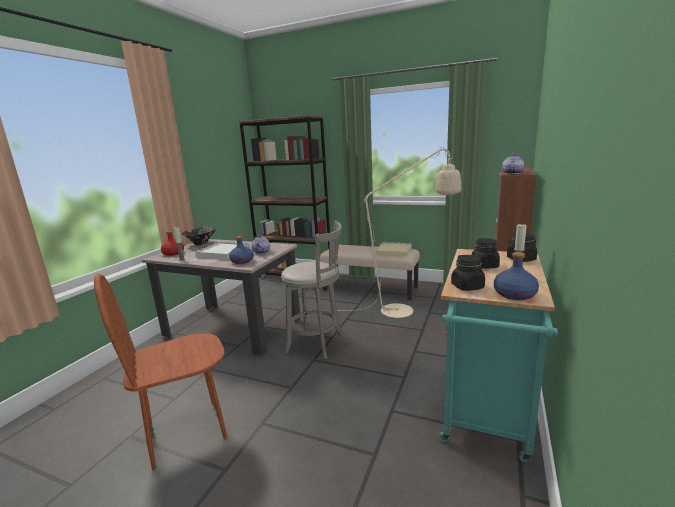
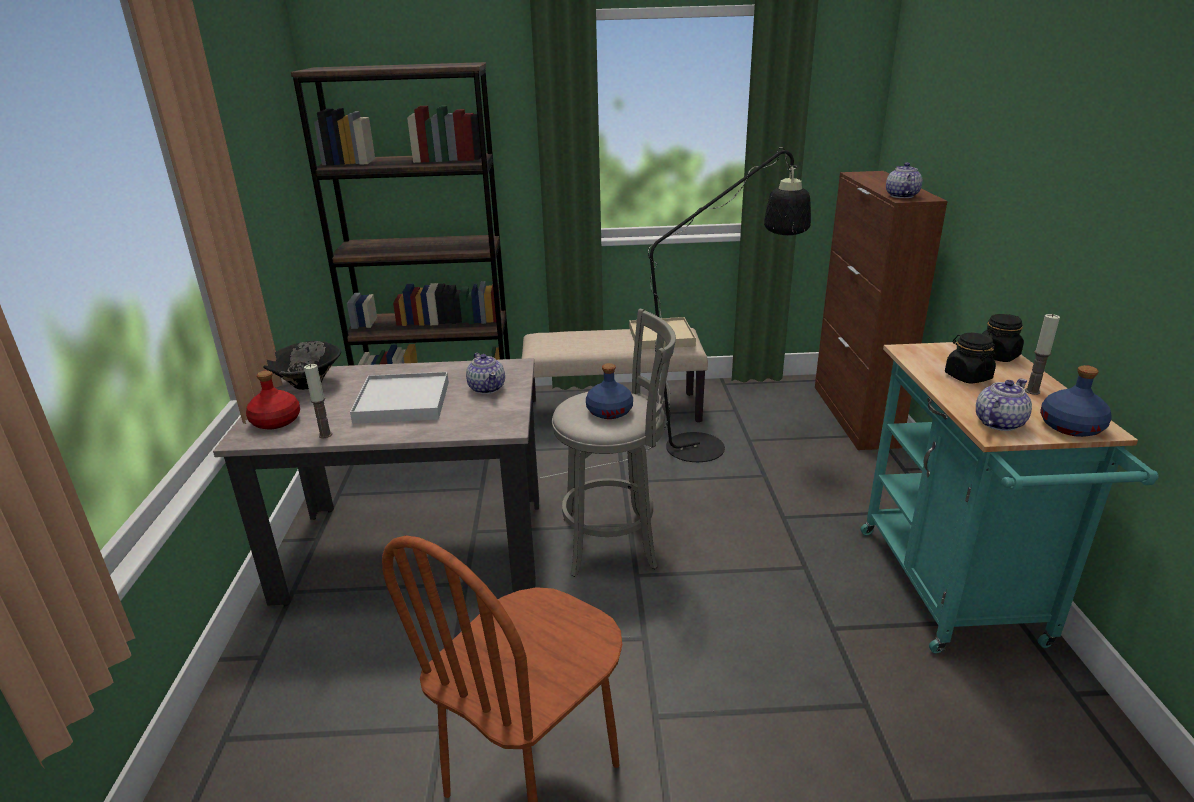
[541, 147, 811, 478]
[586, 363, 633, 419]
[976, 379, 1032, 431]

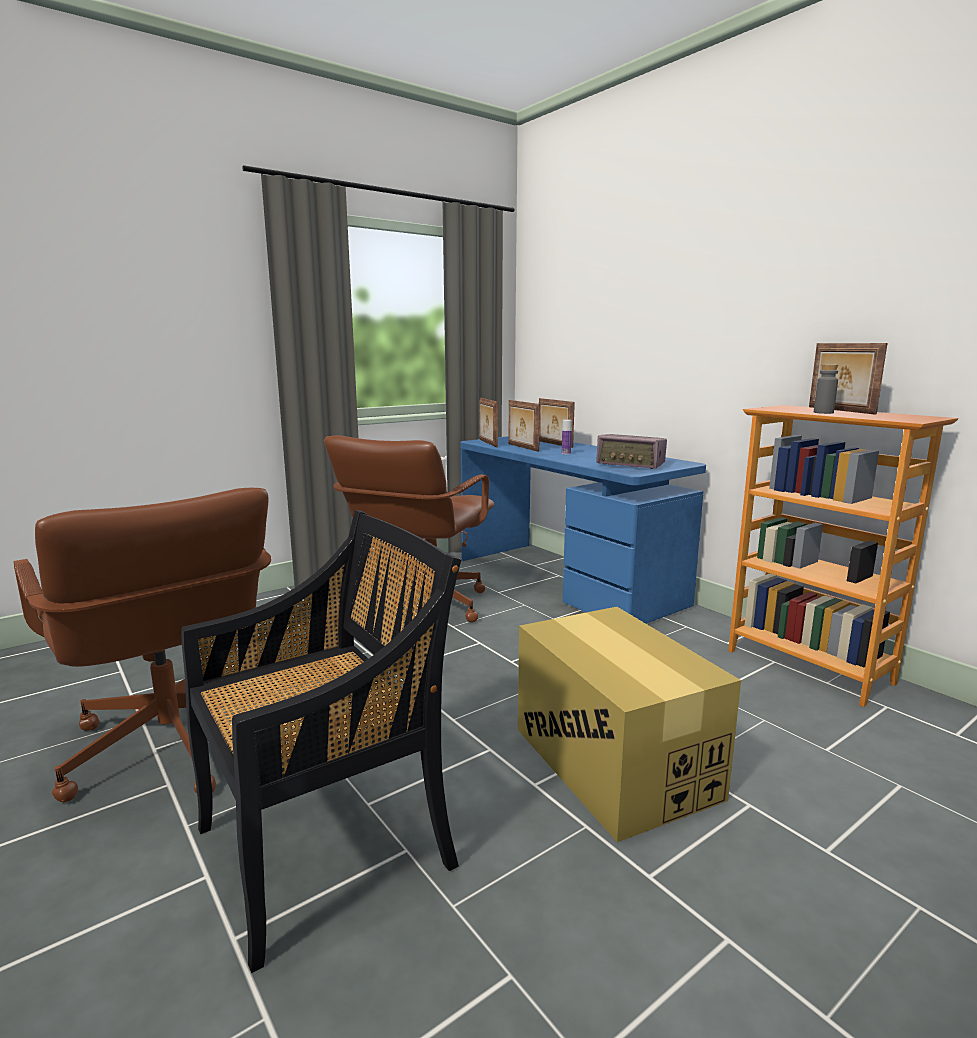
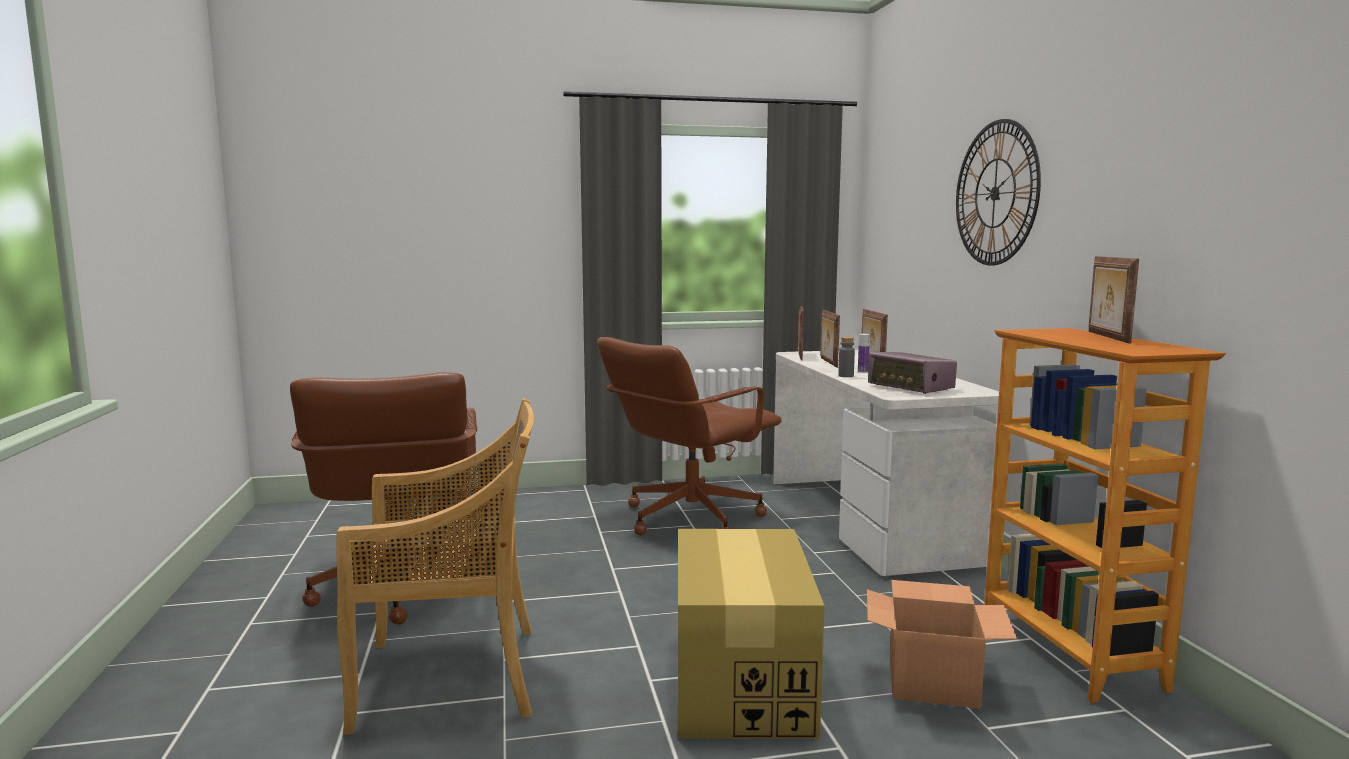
[838, 337, 855, 377]
[773, 350, 999, 576]
[336, 398, 534, 735]
[956, 119, 1041, 266]
[867, 580, 1017, 709]

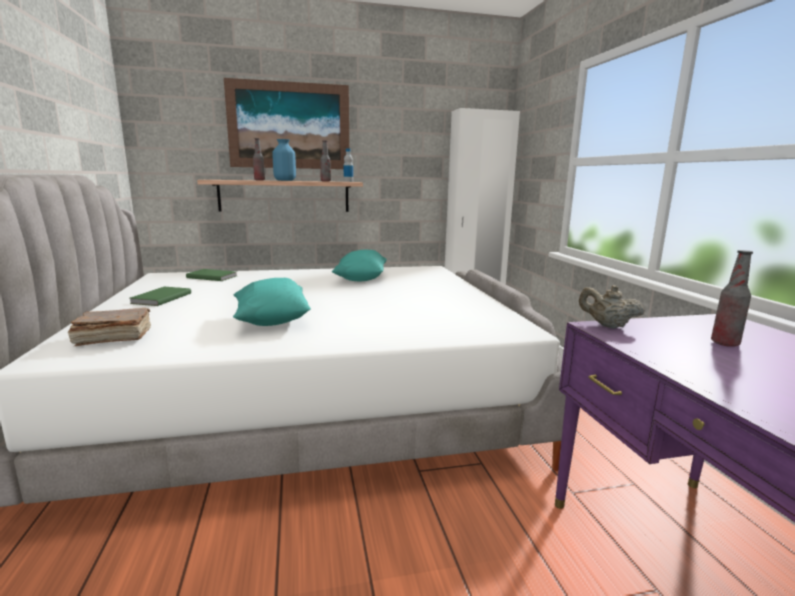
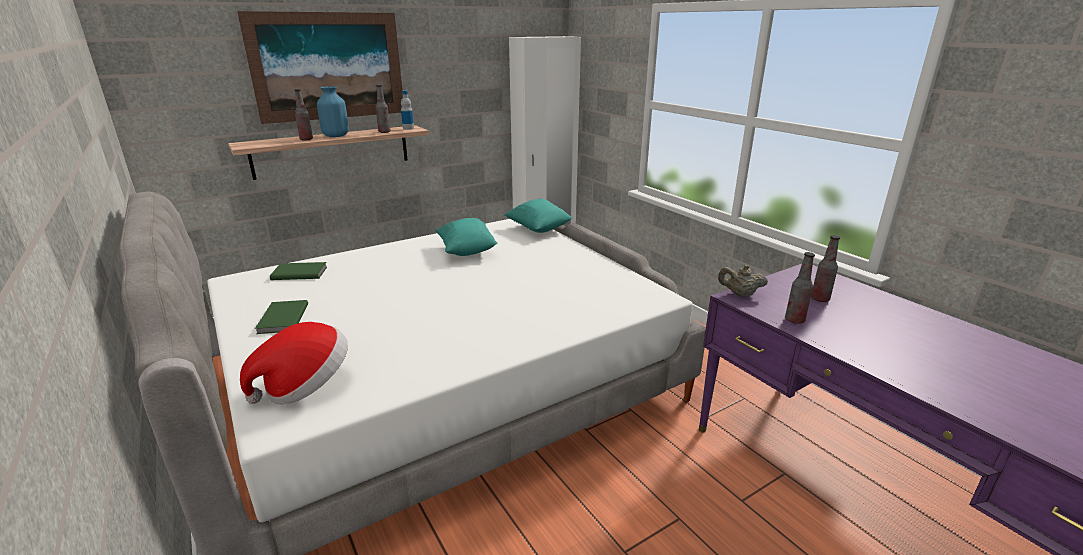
[504, 199, 572, 233]
[240, 322, 348, 405]
[785, 252, 815, 324]

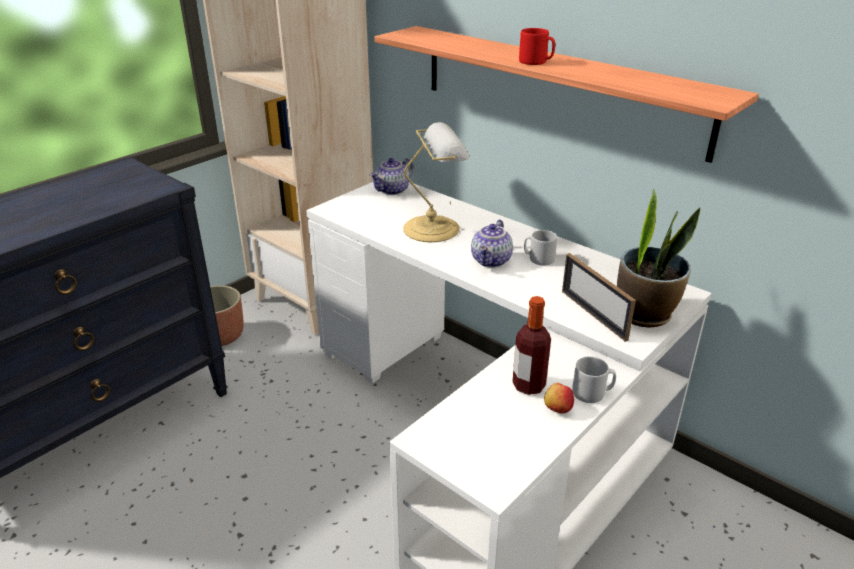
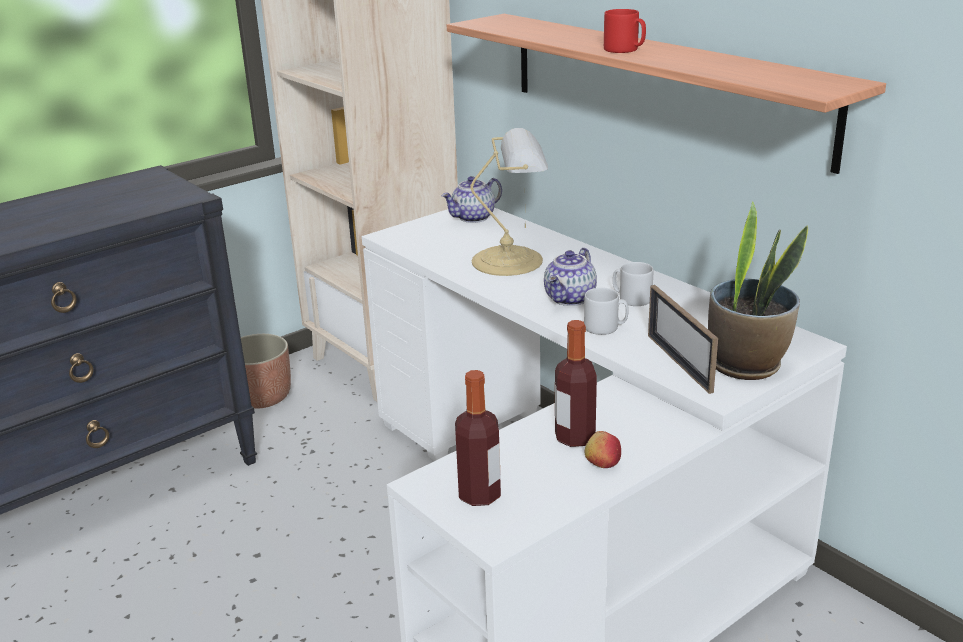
[584, 288, 629, 335]
[455, 370, 501, 506]

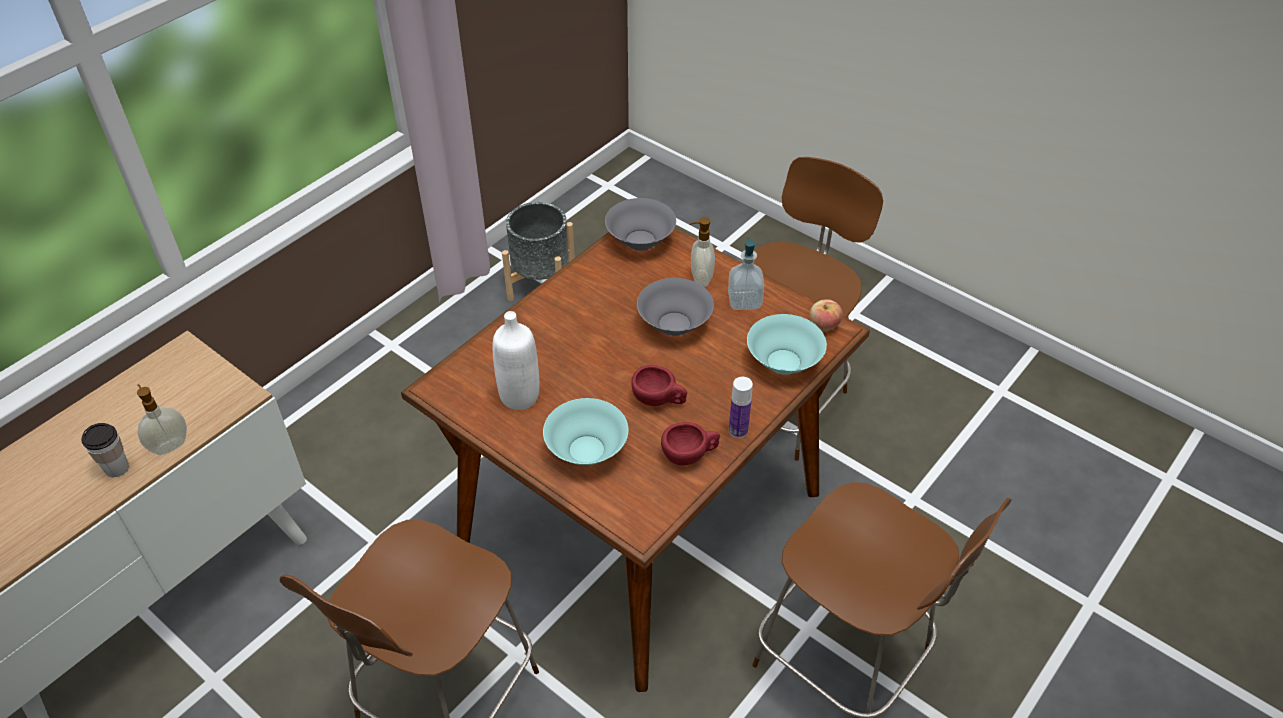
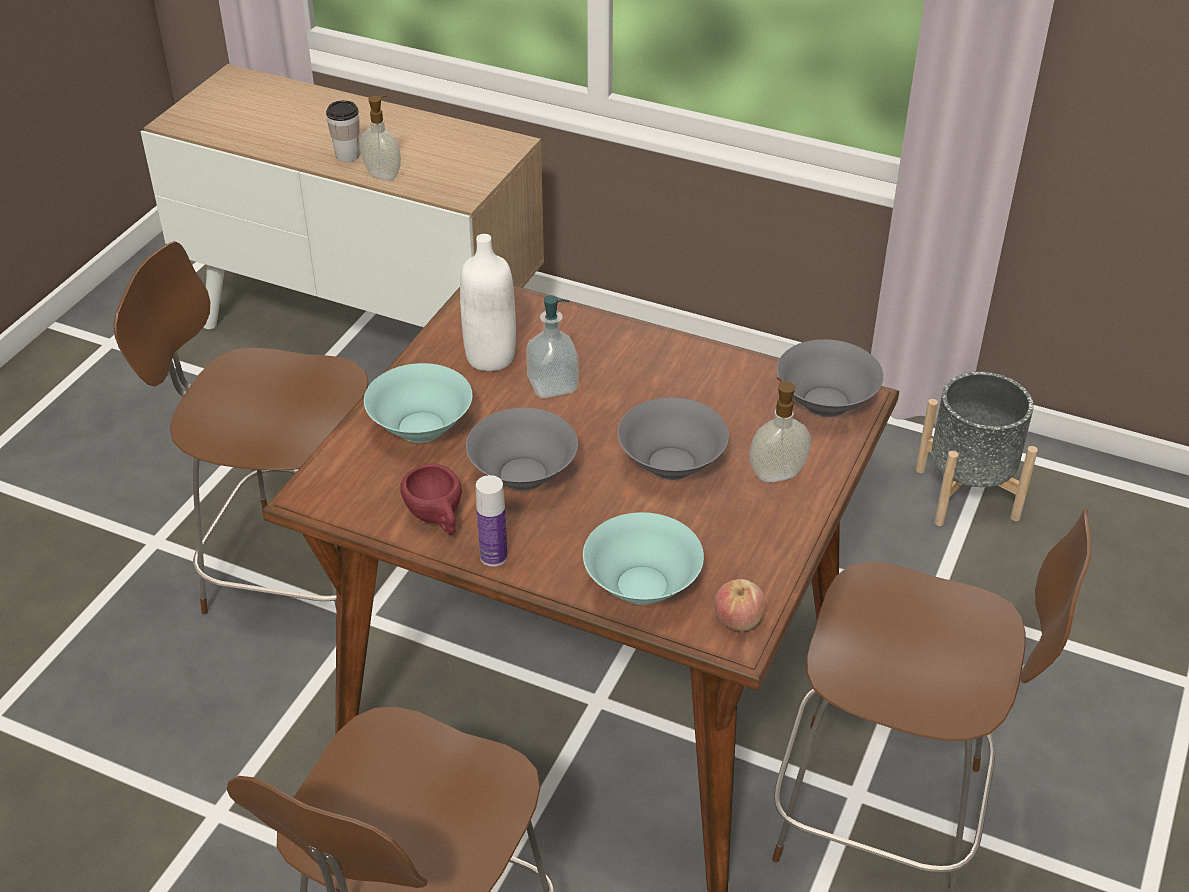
[526, 295, 579, 399]
[466, 408, 578, 491]

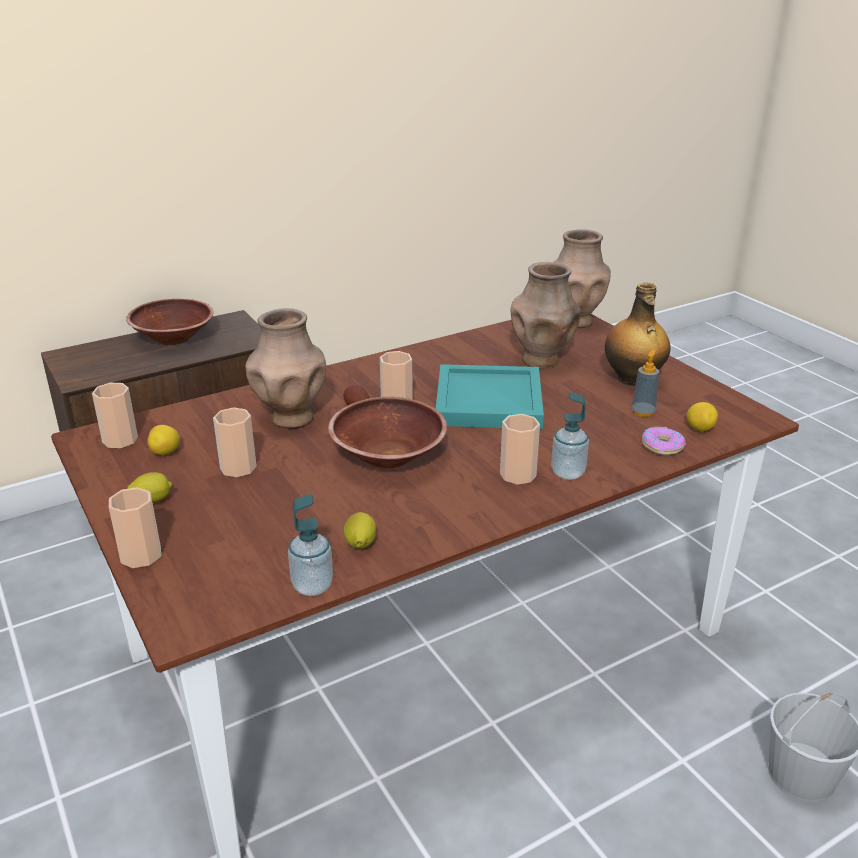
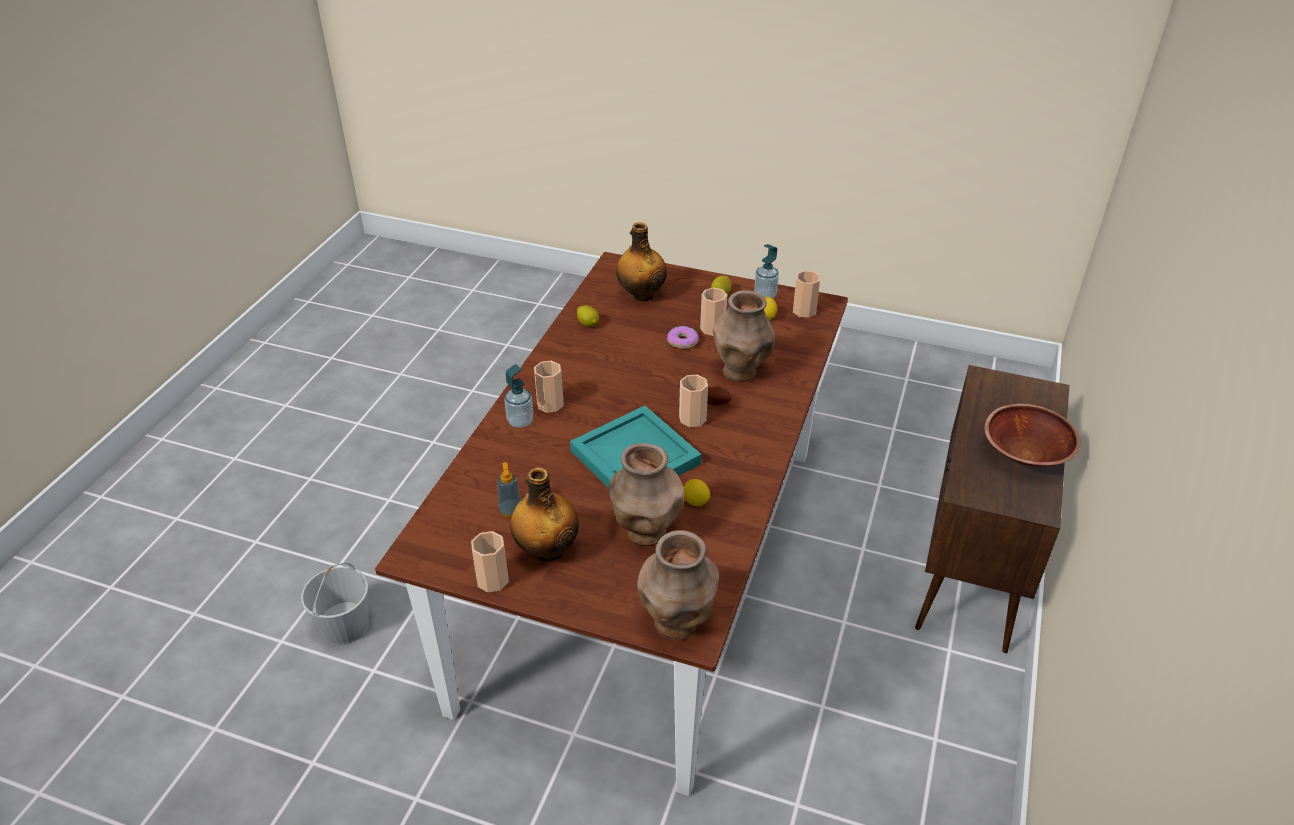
[328, 397, 447, 469] (first image)
[683, 479, 710, 506]
[667, 326, 699, 349]
[471, 531, 509, 592]
[754, 244, 779, 299]
[616, 222, 667, 302]

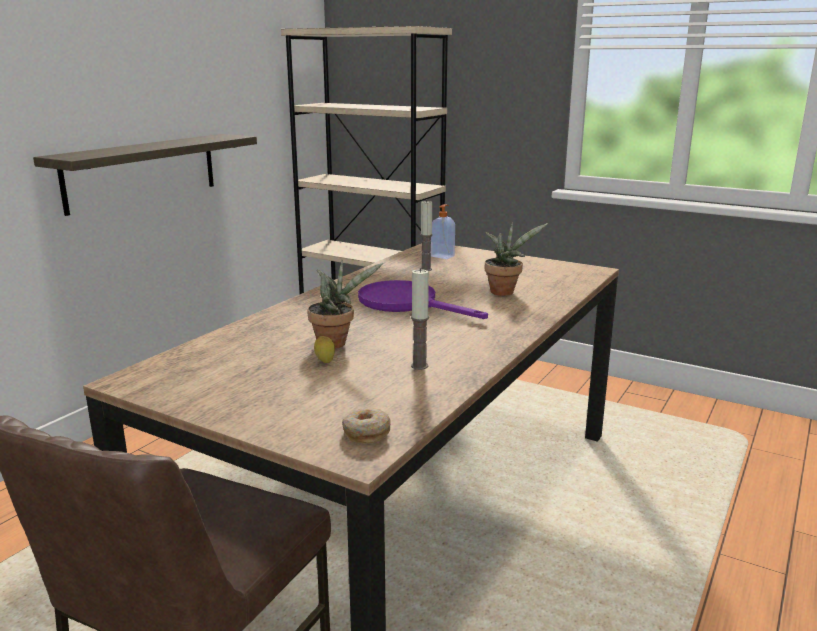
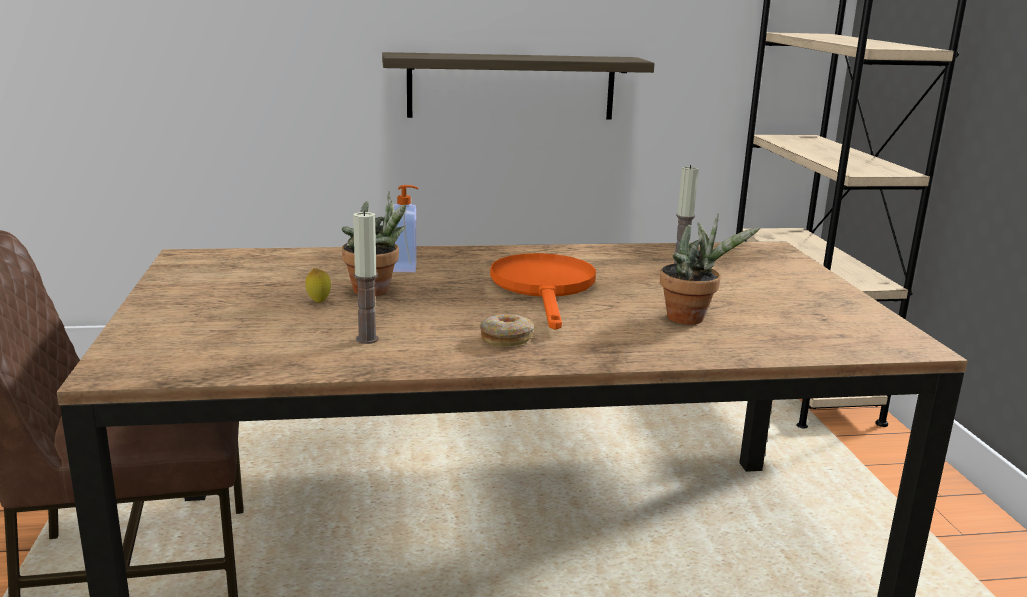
[393, 185, 418, 272]
[490, 253, 596, 330]
[480, 314, 534, 346]

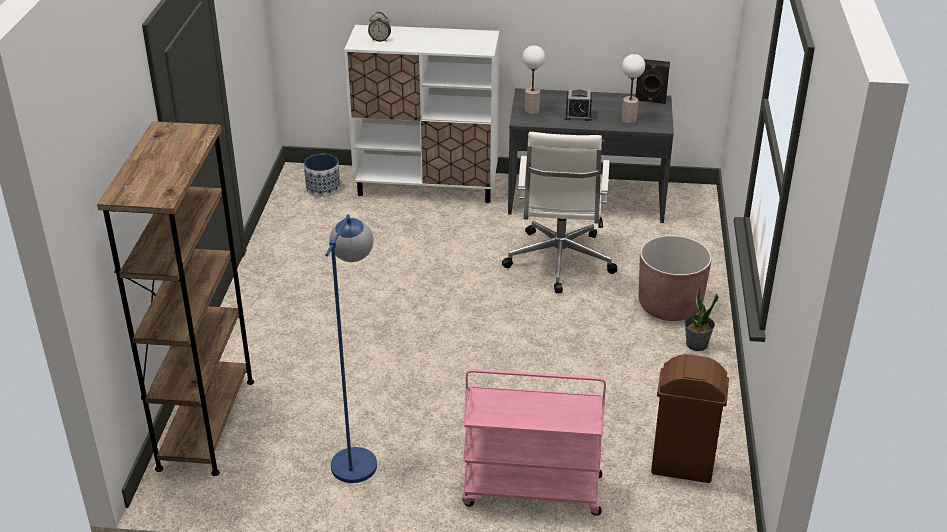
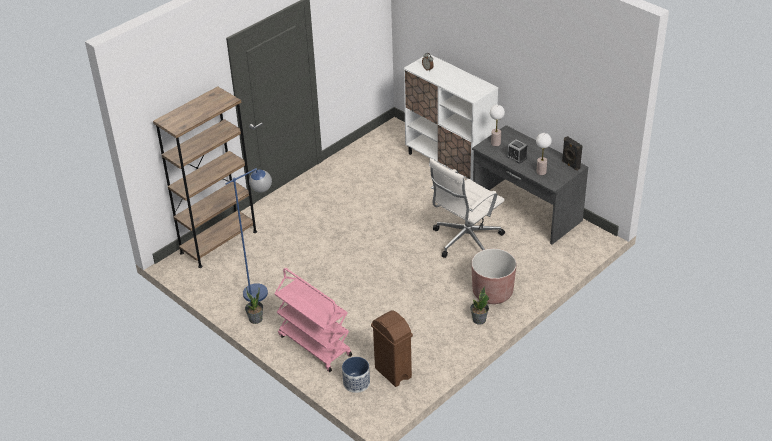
[342, 357, 370, 393]
[245, 287, 263, 324]

